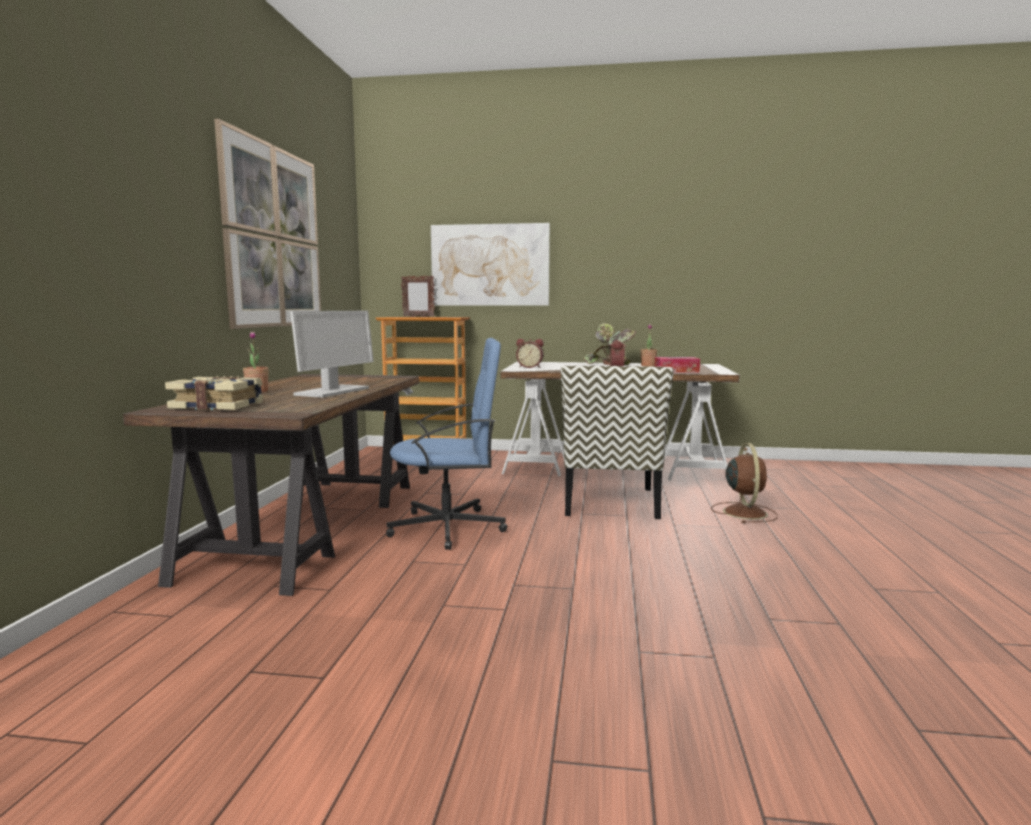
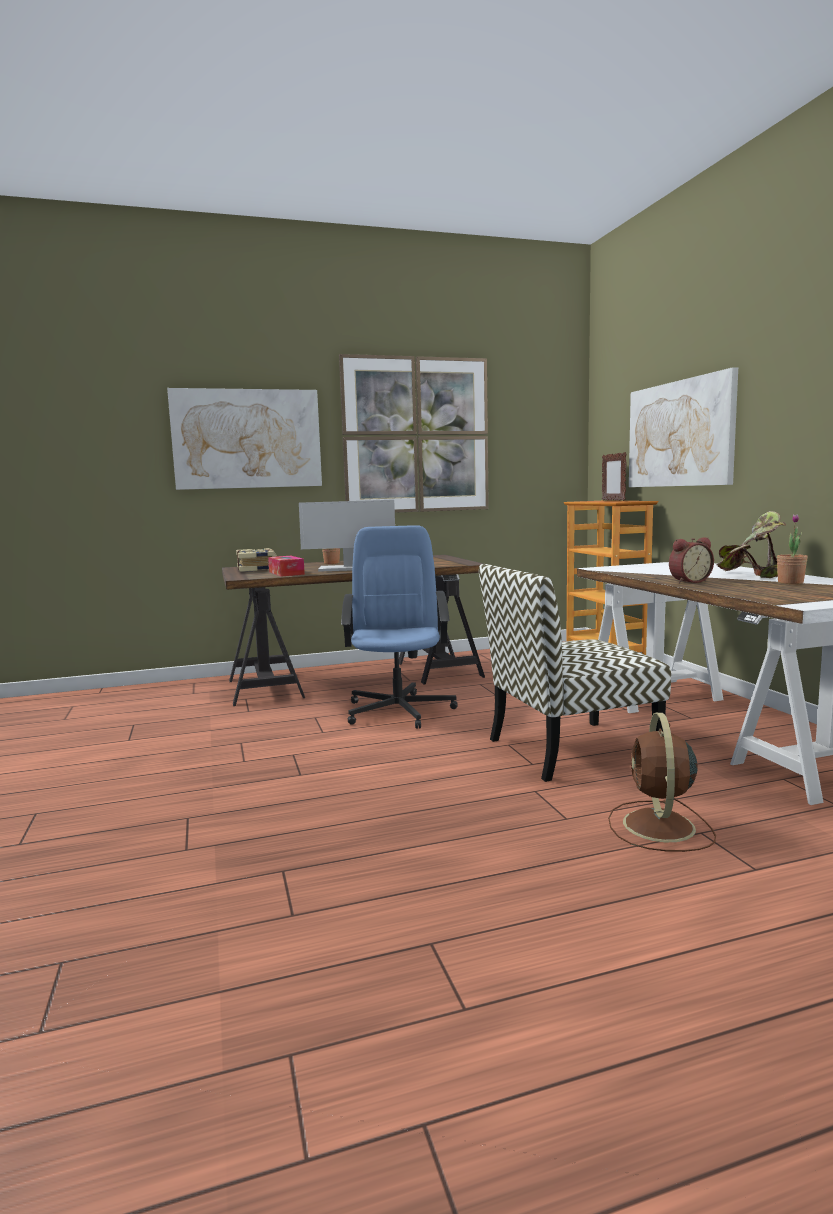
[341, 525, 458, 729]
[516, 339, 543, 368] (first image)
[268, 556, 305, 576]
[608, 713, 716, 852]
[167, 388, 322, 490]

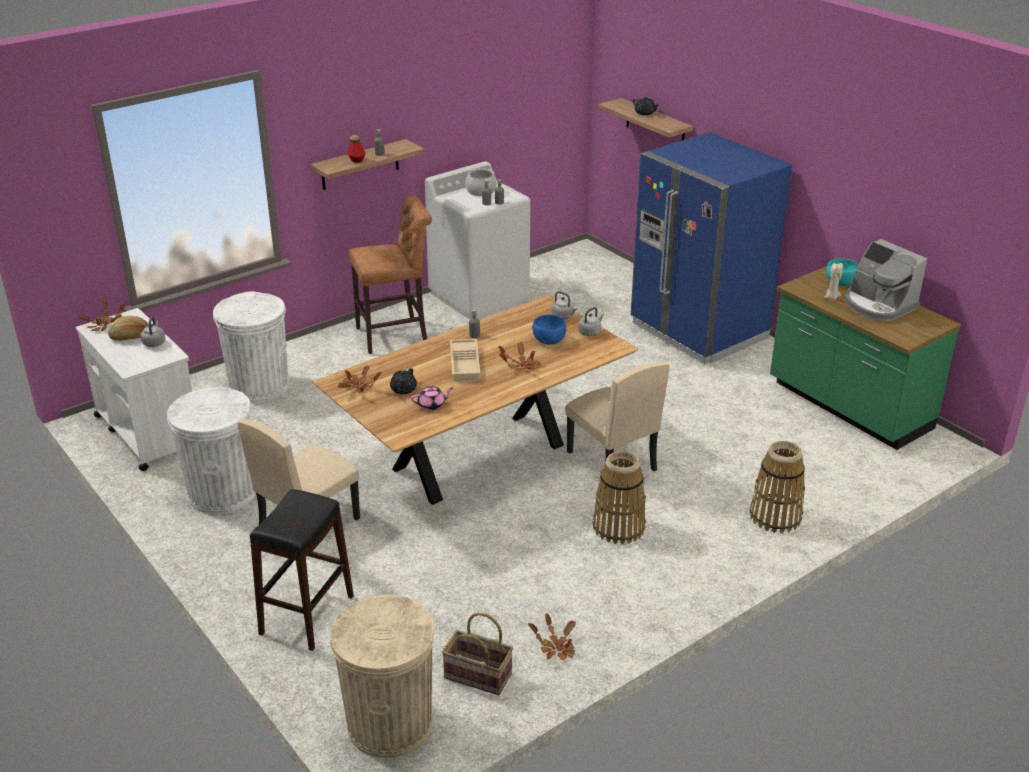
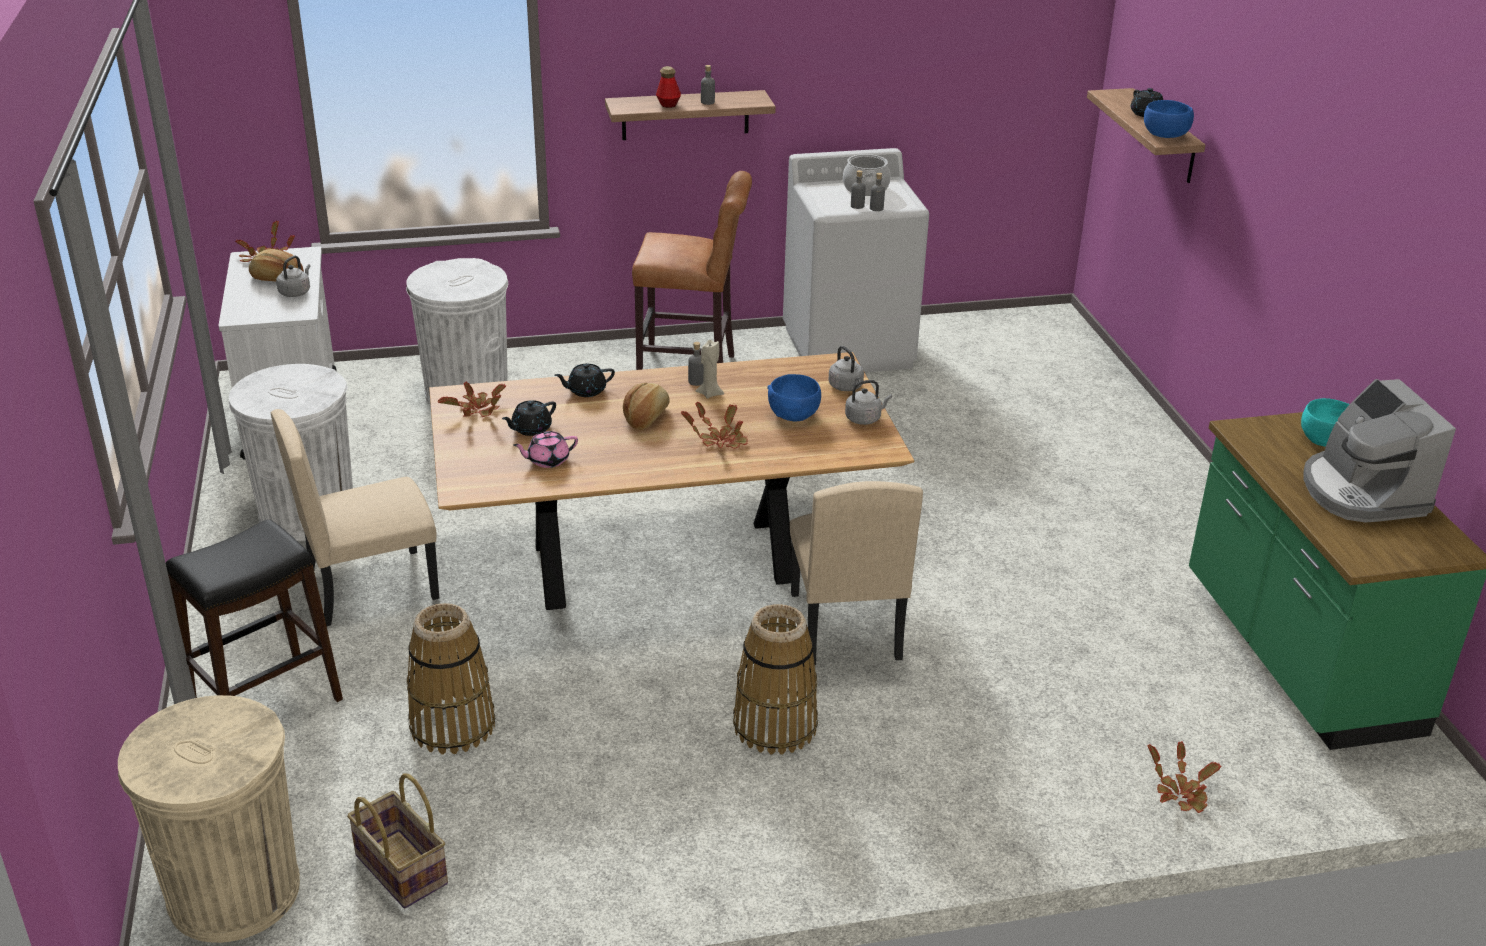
[631, 132, 792, 364] (first image)
[696, 340, 724, 399]
[623, 383, 670, 430]
[513, 431, 578, 468]
[407, 603, 495, 755]
[1147, 741, 1222, 813]
[1144, 100, 1194, 138]
[555, 363, 615, 397]

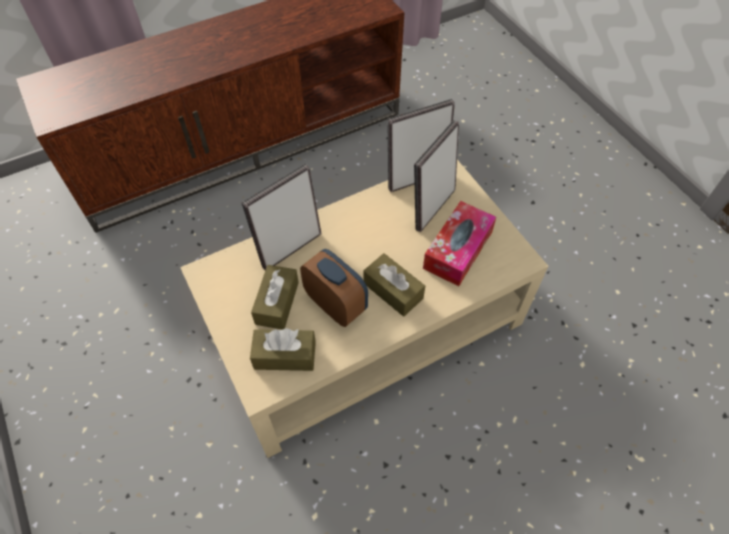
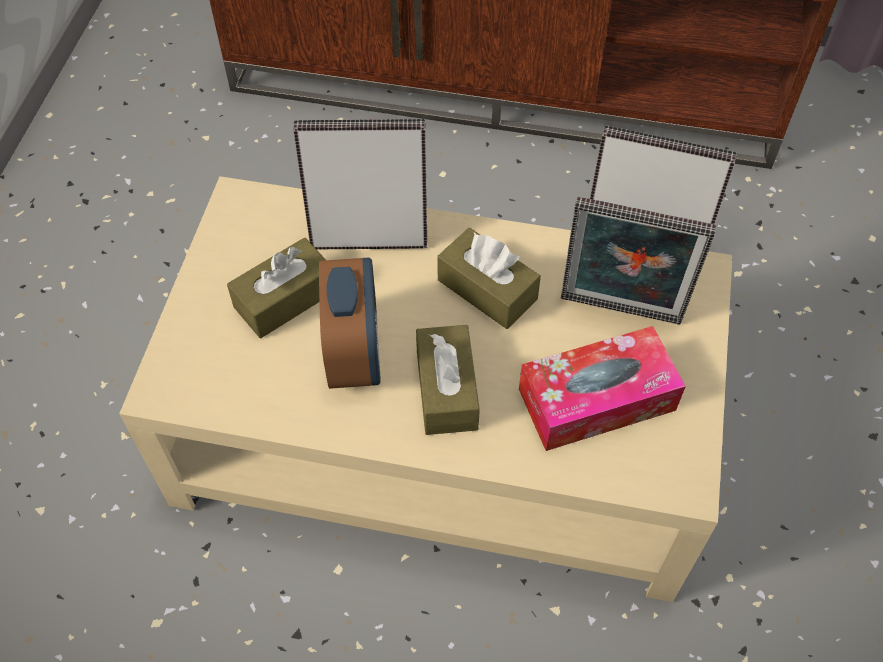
[561, 197, 716, 325]
[438, 228, 541, 329]

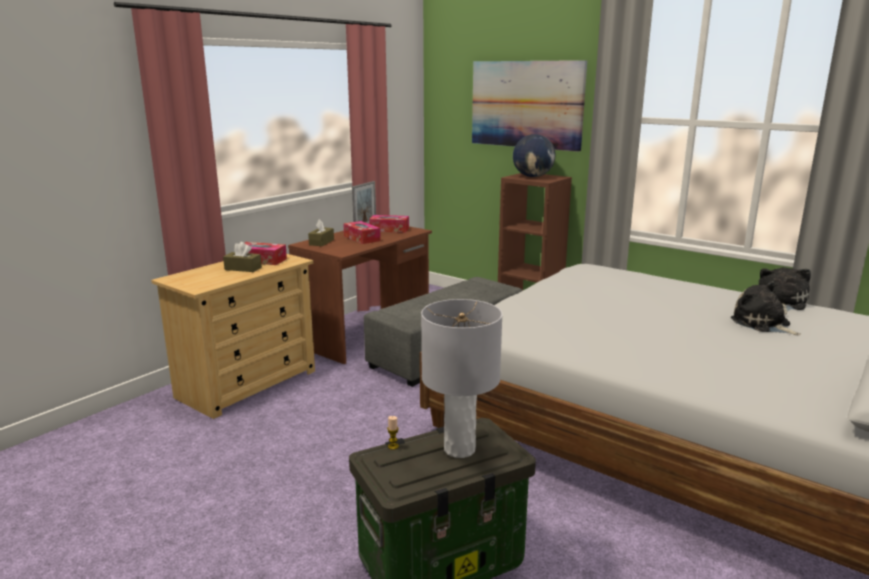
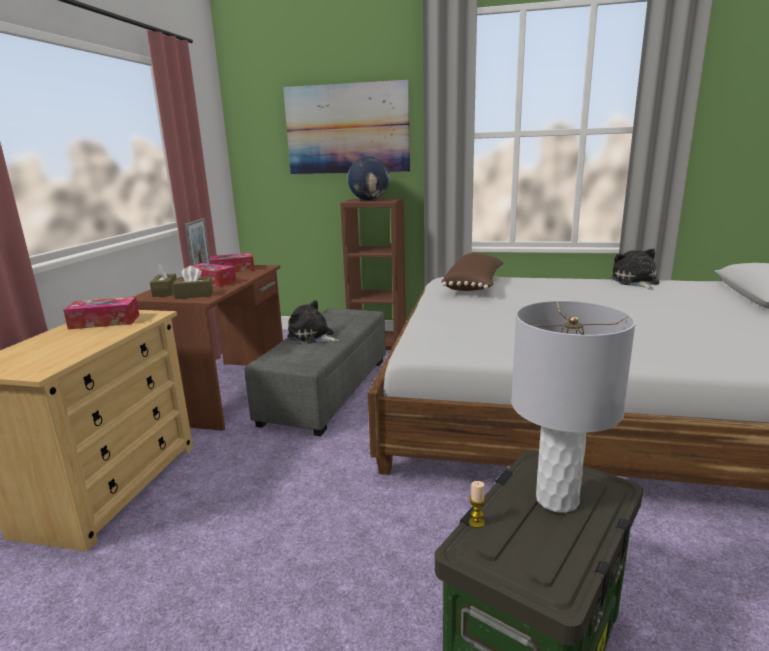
[173, 266, 213, 299]
[287, 300, 339, 344]
[442, 253, 504, 291]

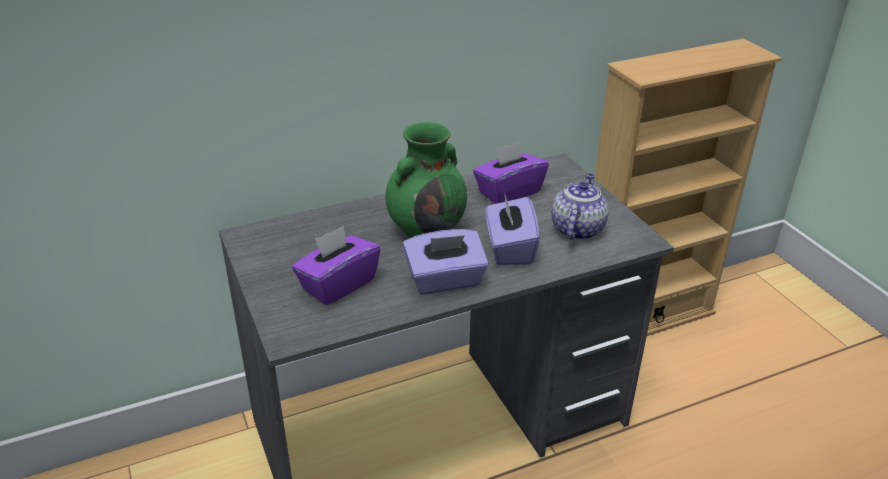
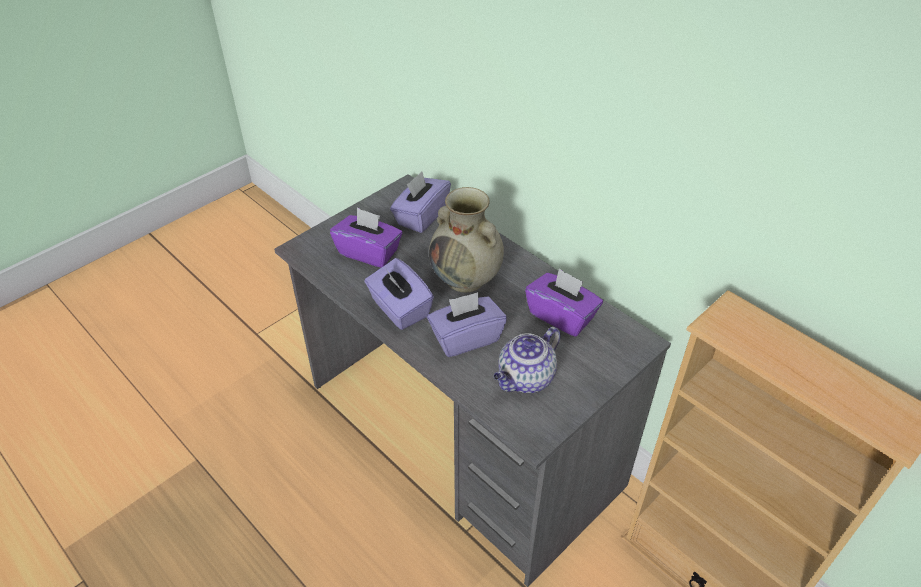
[429, 187, 504, 292]
[494, 327, 561, 393]
[390, 171, 451, 233]

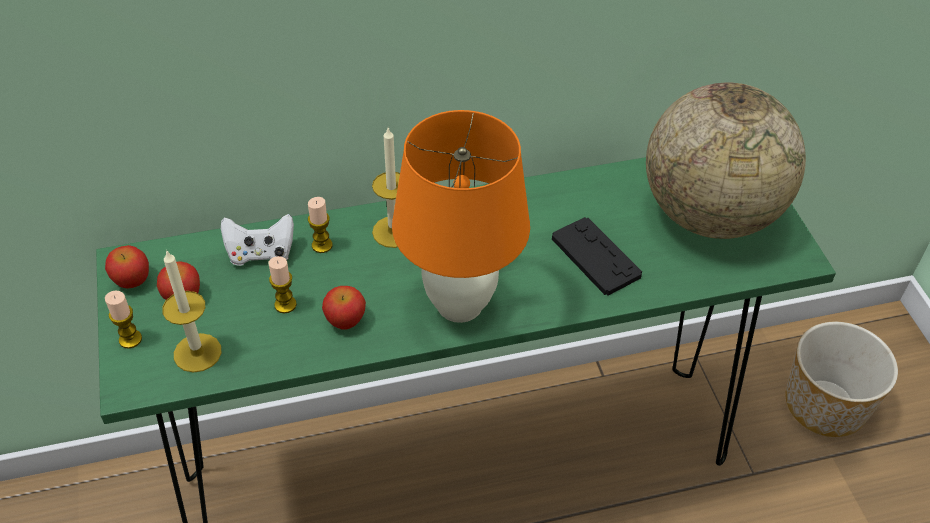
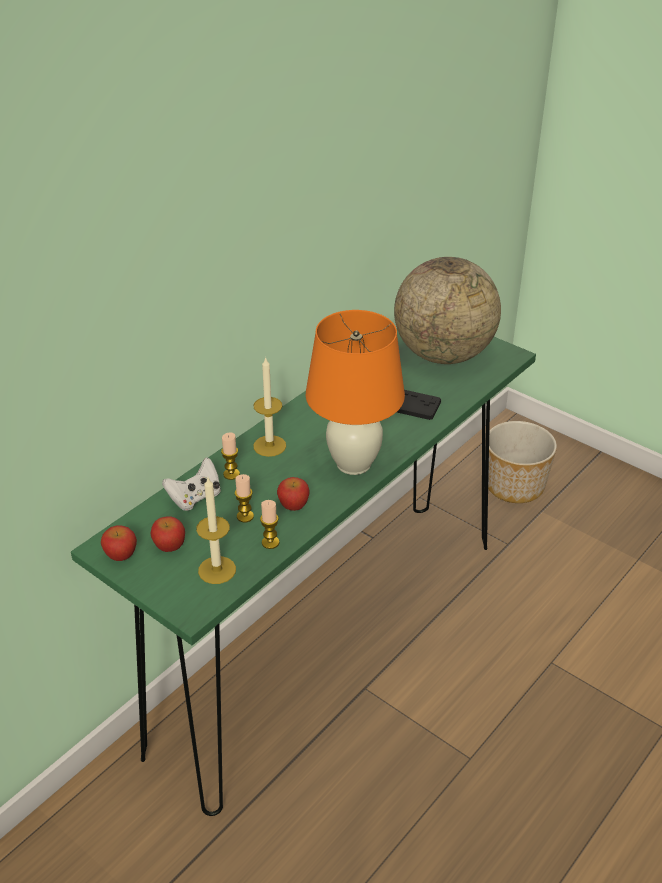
[260, 500, 279, 549]

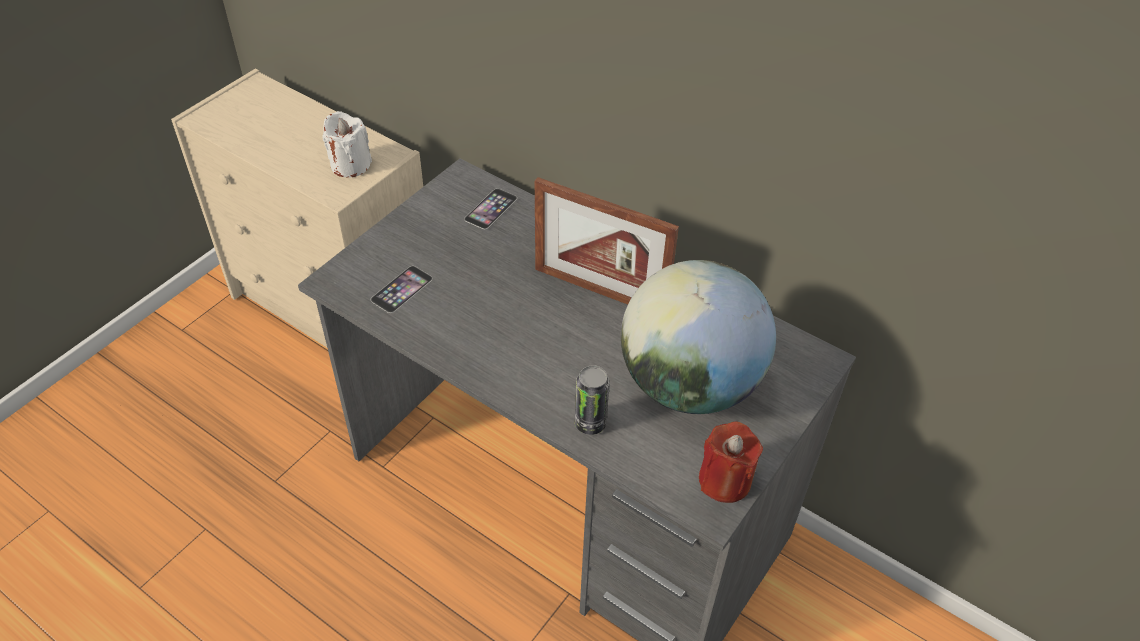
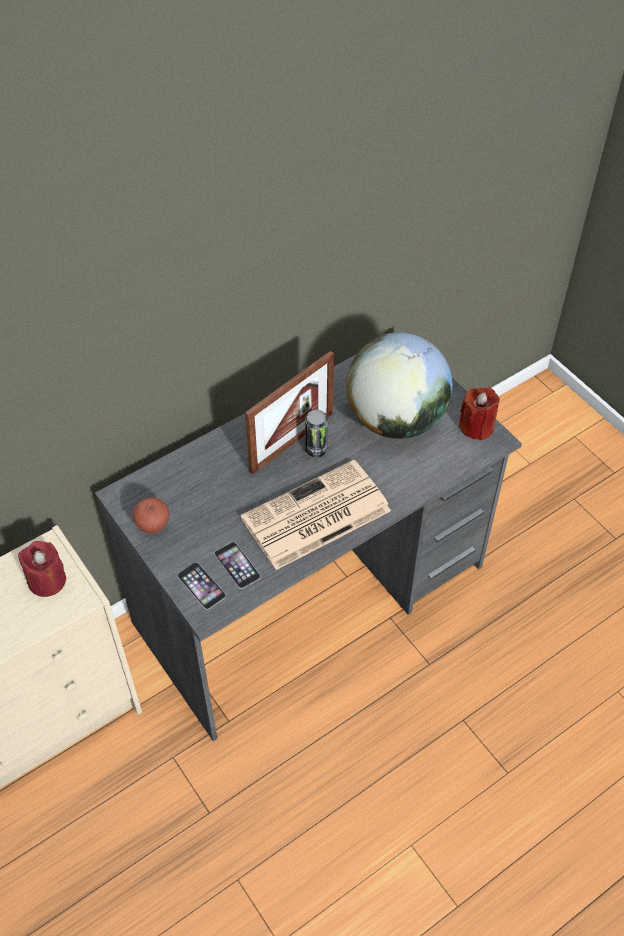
[18, 541, 66, 597]
[177, 562, 226, 609]
[305, 410, 328, 458]
[241, 460, 391, 570]
[133, 497, 169, 533]

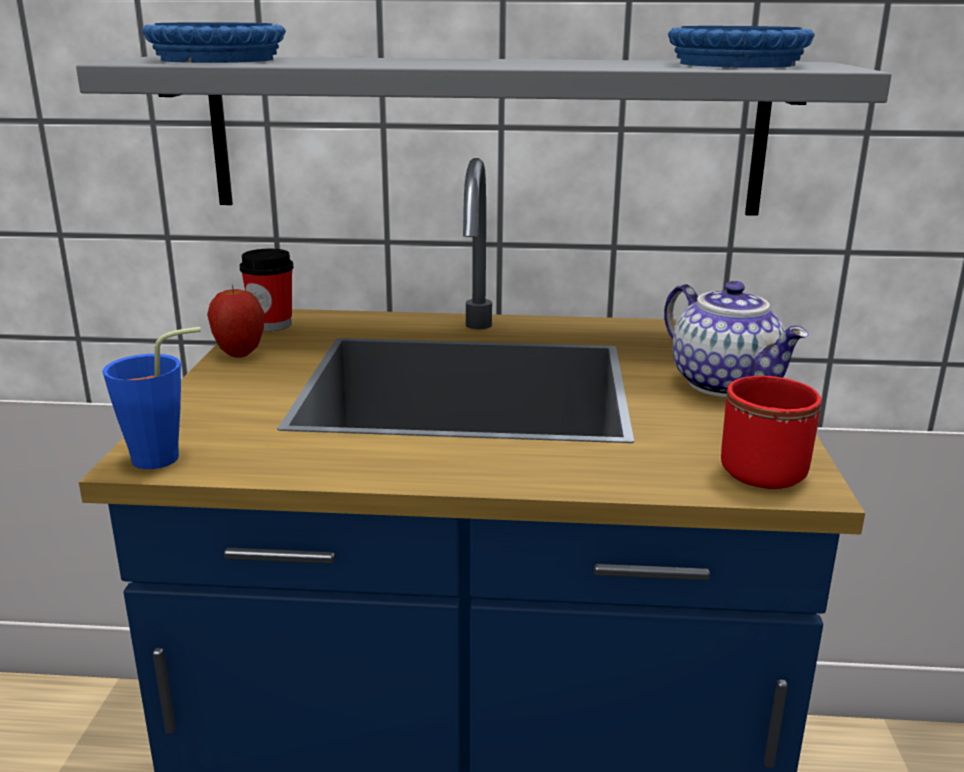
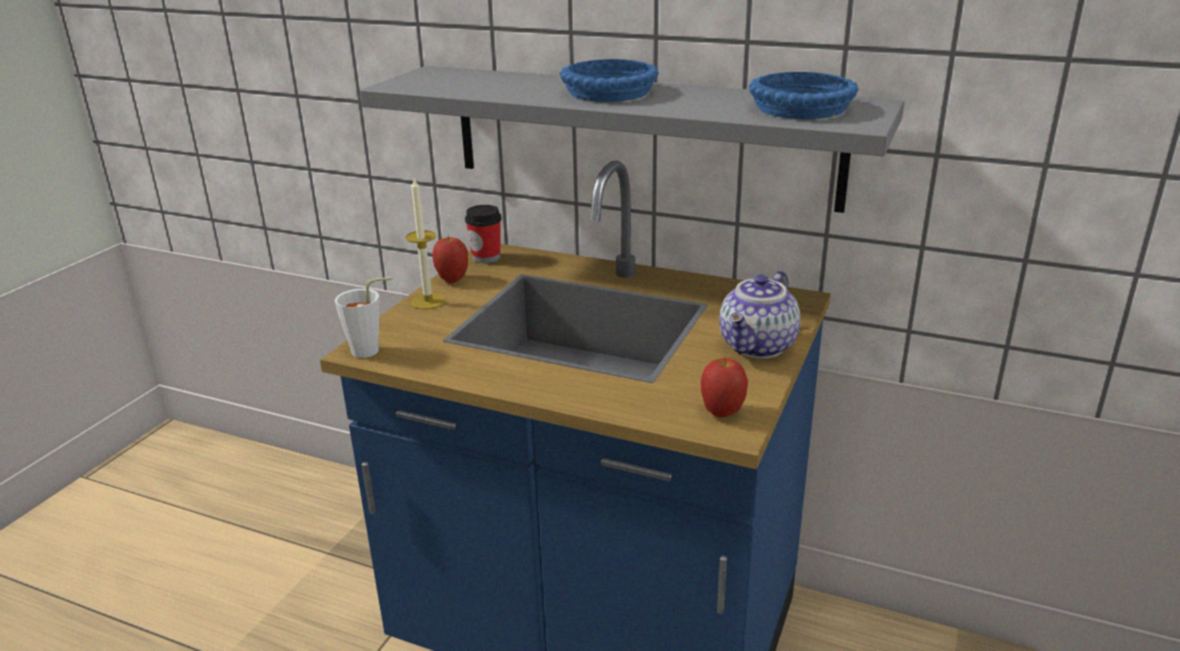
[560, 59, 659, 102]
[719, 270, 800, 359]
[335, 277, 392, 358]
[701, 358, 748, 417]
[405, 178, 446, 309]

